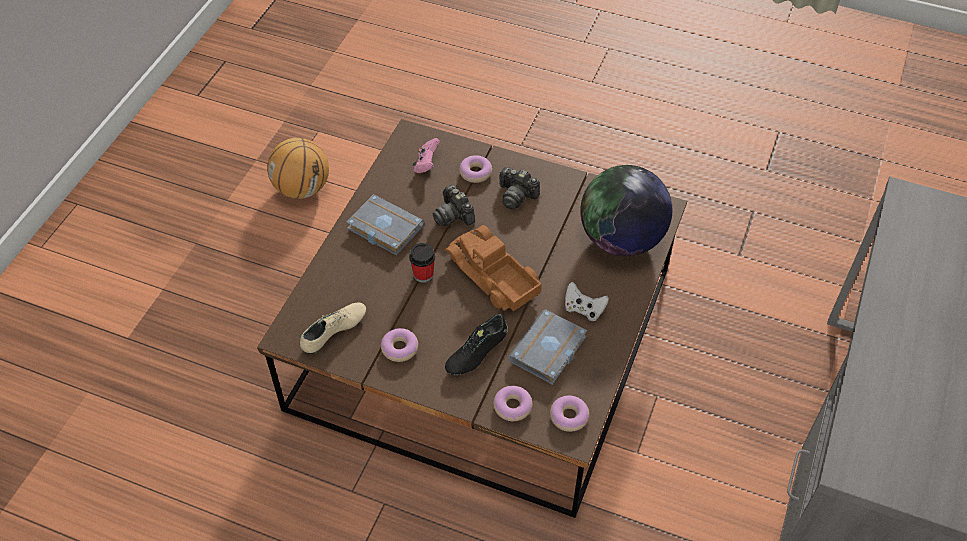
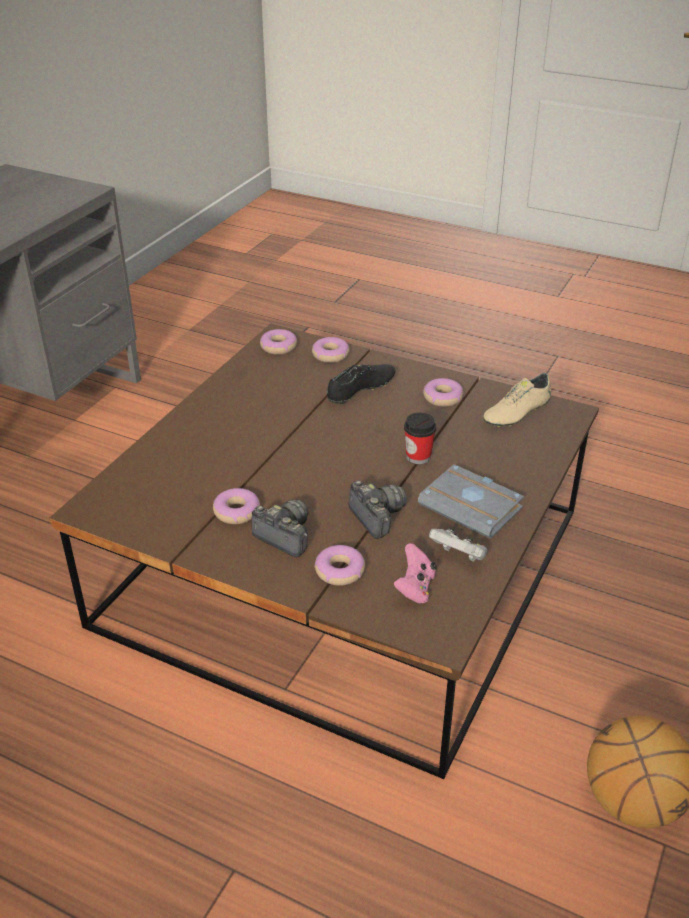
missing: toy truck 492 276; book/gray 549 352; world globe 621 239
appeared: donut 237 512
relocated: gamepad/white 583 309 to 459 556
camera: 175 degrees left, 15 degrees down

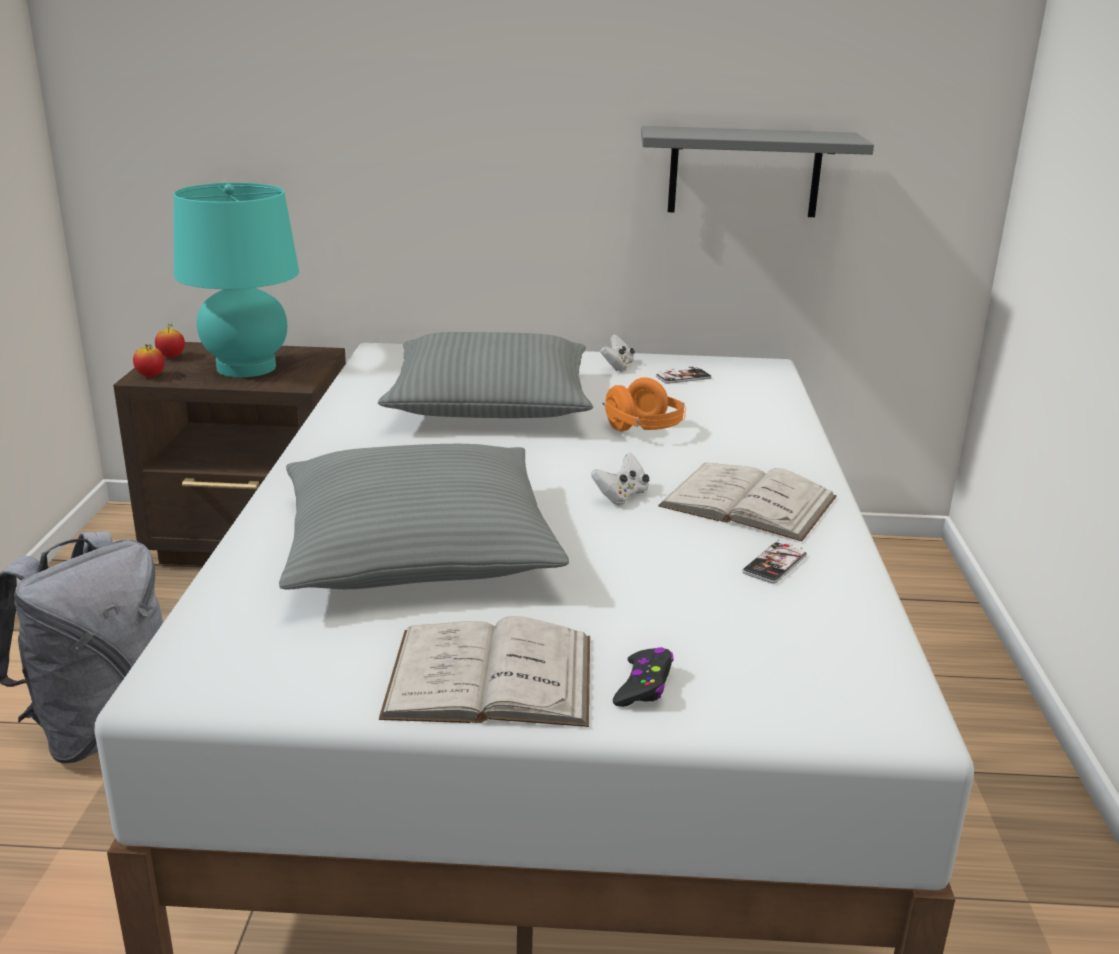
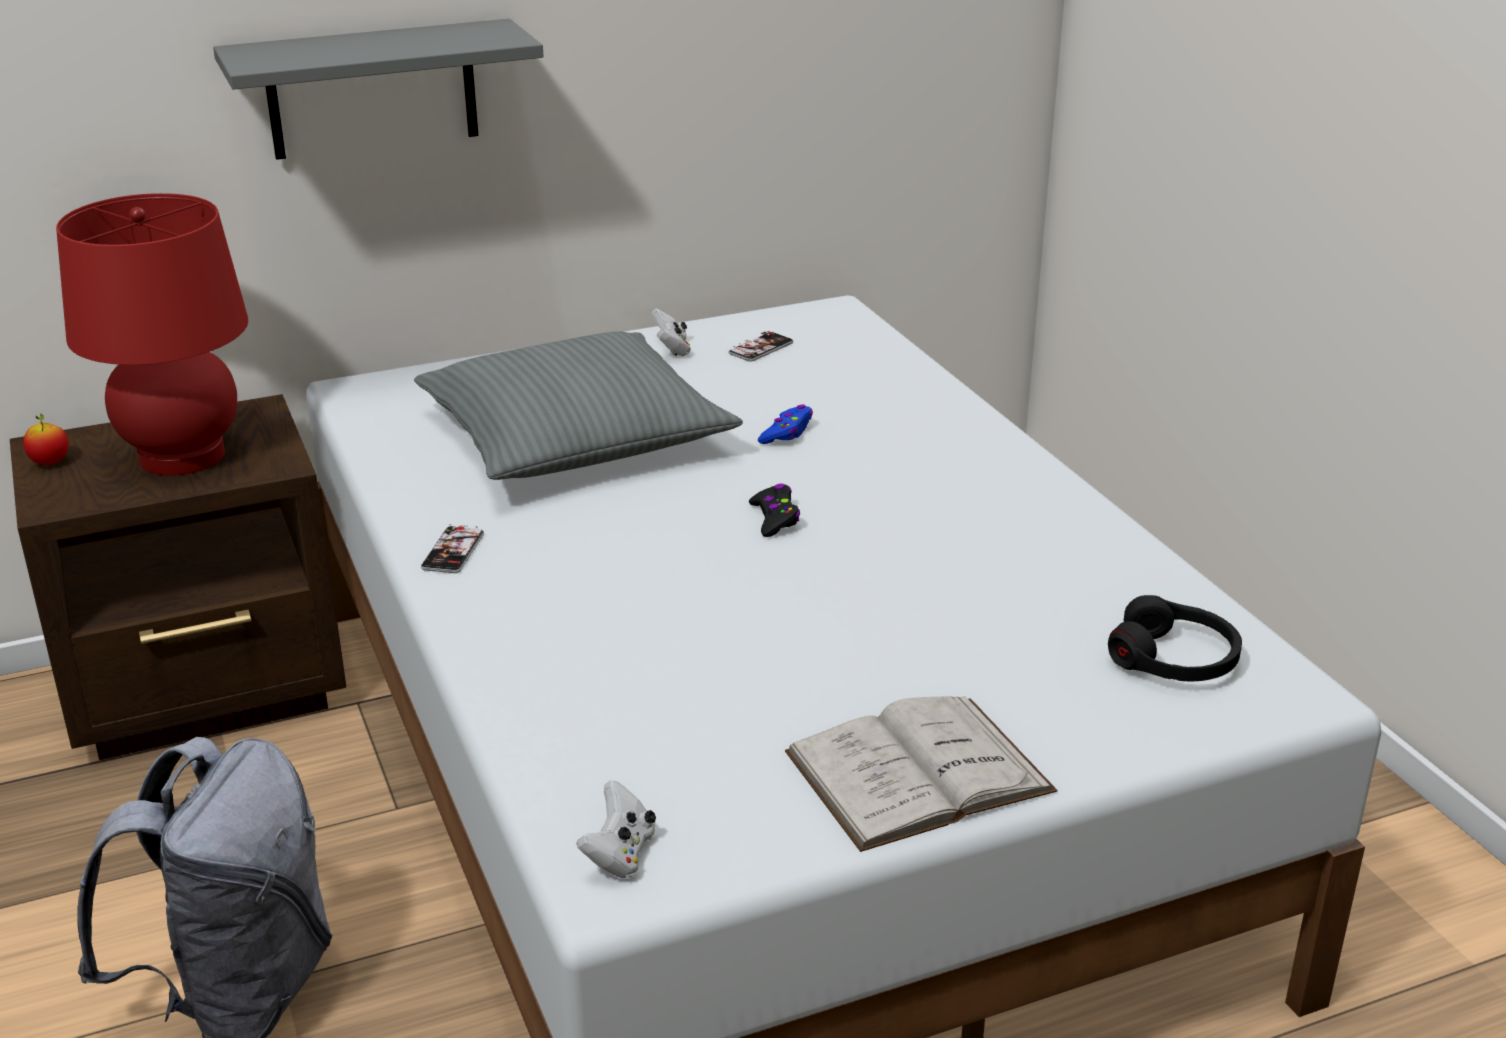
missing: whole apple 151 376; pillow/gray 418 547; book/white 748 502
appeared: headphones/blackish 1174 659
relocated: gamepad/white 621 496 to 620 854; gamepad/blackish 644 686 to 775 518; shelf/gray 744 172 to 372 90; telephone 774 564 to 453 551
exchanged: headphones/orangey 644 430 to gamepad/bluish 787 433
colour: tabletop lamp/blue-green 246 367 to tabletop lamp/red 182 456
camera: 25 degrees left, 5 degrees up

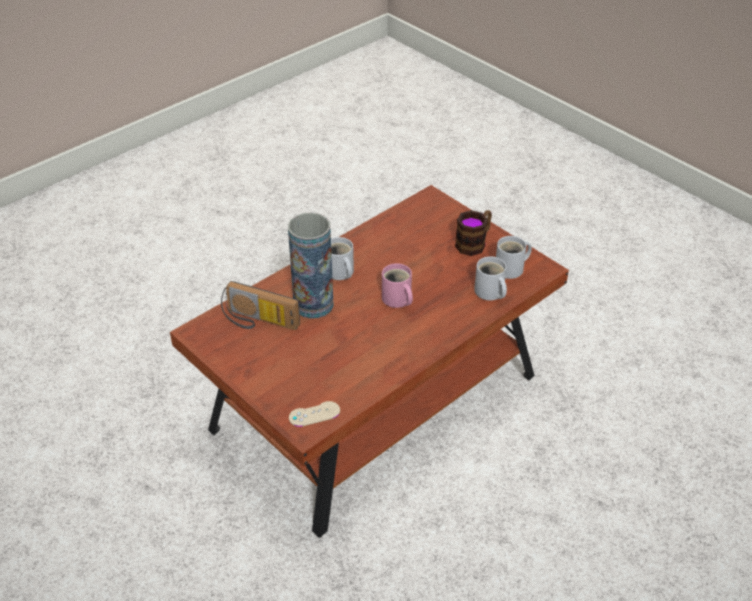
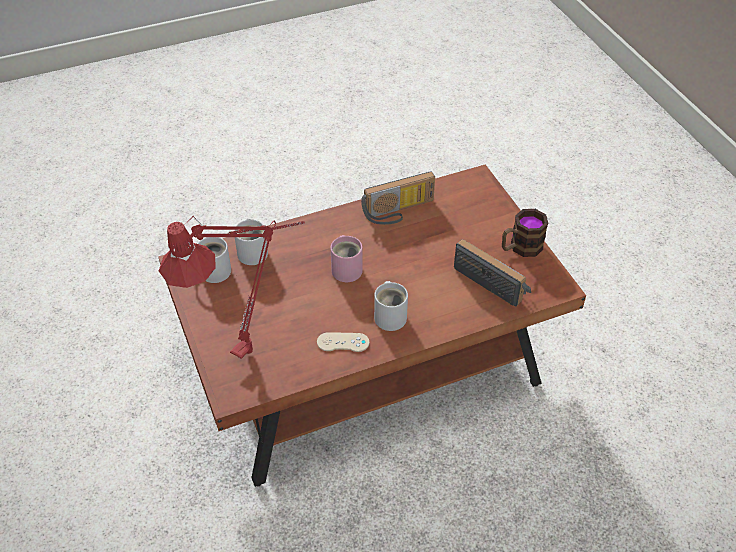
missing: vase 313 304
appeared: tabletop lamp/red 256 345; radio receiver 399 212
relocated: gamepad/sand-coloured 314 414 to 343 342; tea mug 474 243 to 520 248
camera: 160 degrees left, 5 degrees up

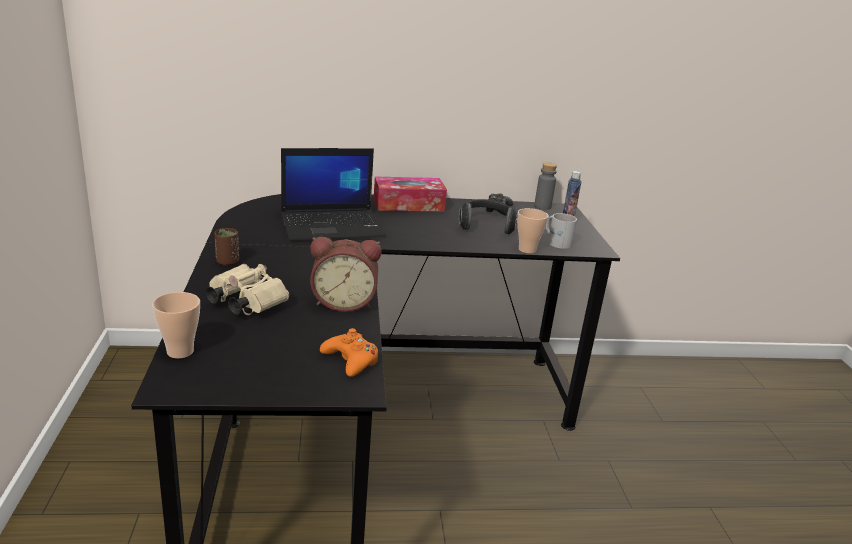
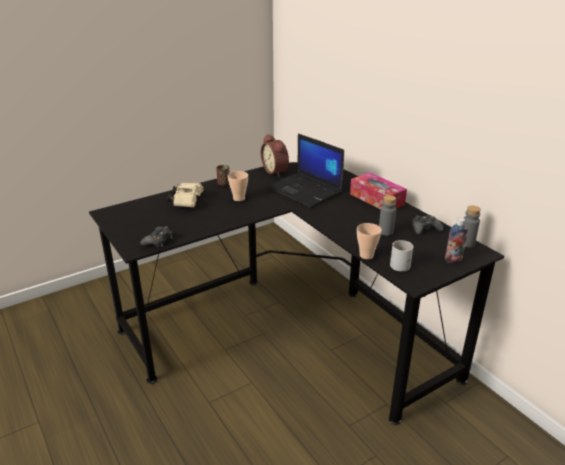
relocated: cup 180 351 to 239 198; bedside clock 344 302 to 276 171
exchanged: headphones 486 225 to drink bottle/gray 385 232
colour: gamepad/orangey 351 360 to gamepad/blackish 158 241
camera: 65 degrees right, 5 degrees up

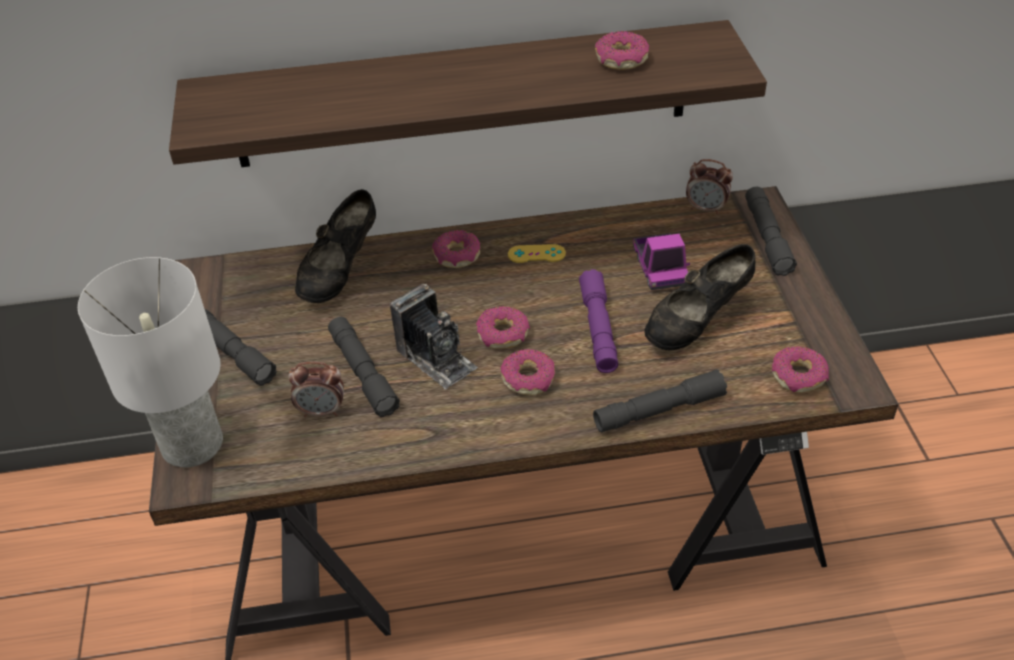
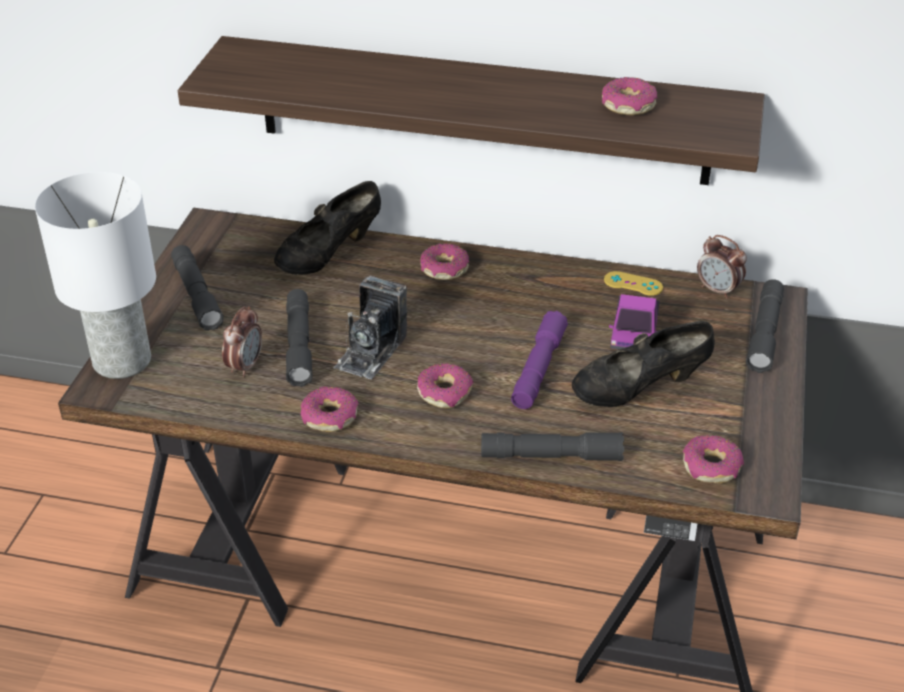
relocated: donut 503 334 to 330 417; gamepad/yellowish 536 254 to 633 284
spun: bedside clock 322 411 = 245 366 90 degrees counterclockwise; still camera 436 358 = 371 351 45 degrees clockwise
camera: 20 degrees right, 5 degrees down

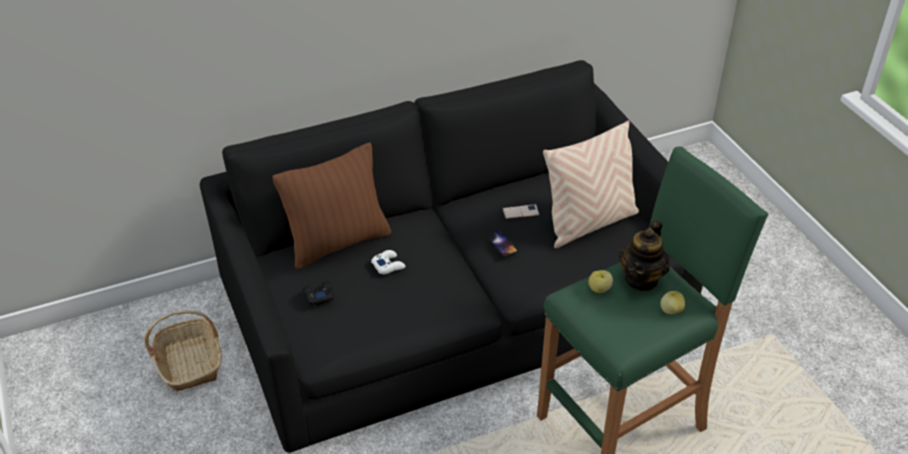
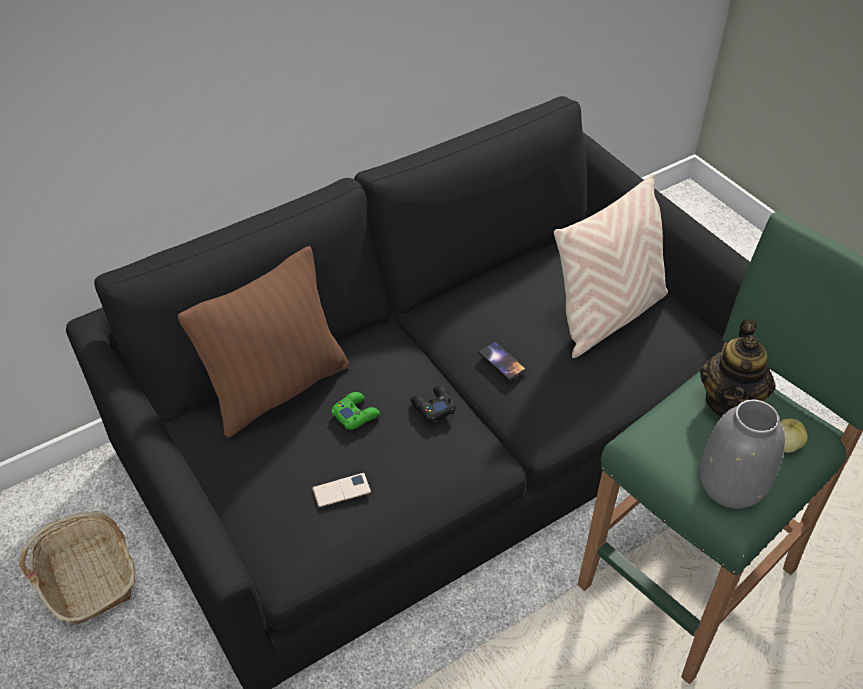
missing: whole apple 599 289
appeared: vase/gray 729 485
relocated: gamepad/blackish 318 296 to 433 407; telephone 521 212 to 341 490
colour: gamepad/white 388 265 to gamepad/greenish 355 414
camera: 10 degrees left, 5 degrees up

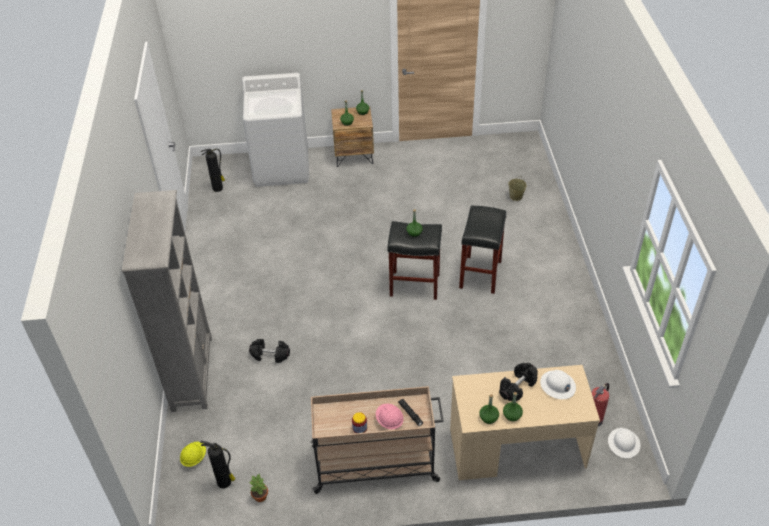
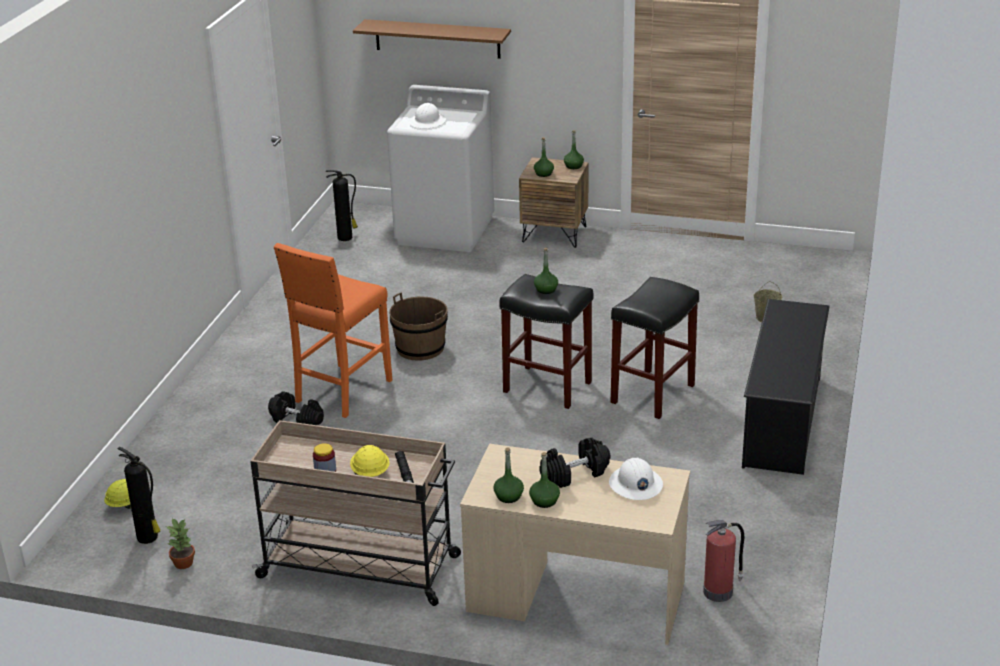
missing: bookcase/gray 192 372
appeared: sitting stool/orangey 342 392; shelf/brown 437 38; water bucket/brown 420 348; shoe rack/blackish 782 421
relocated: hard hat/white 624 443 to 427 122
colour: hard hat/pink-coloured 389 421 to hard hat/yellowish 370 473
camera: 20 degrees right, 15 degrees down

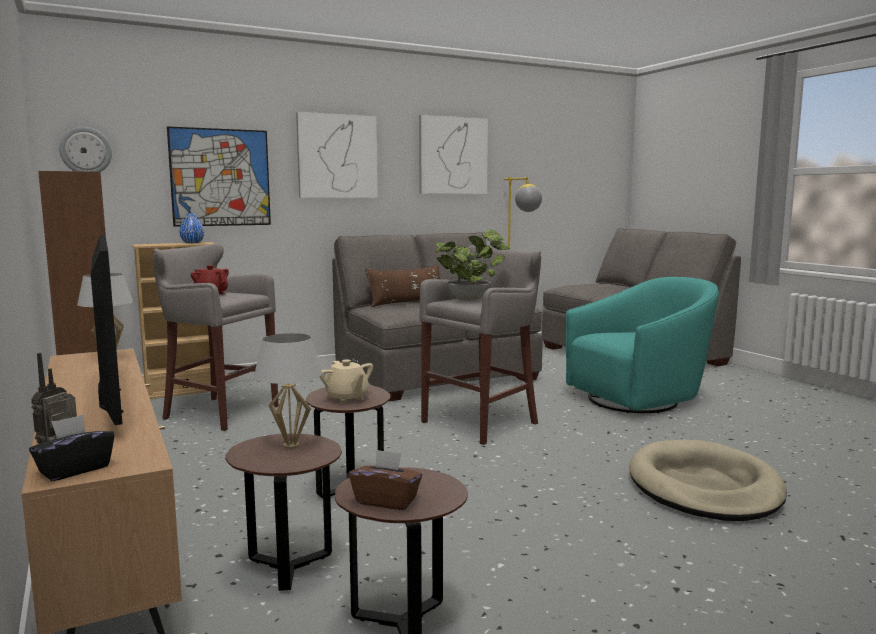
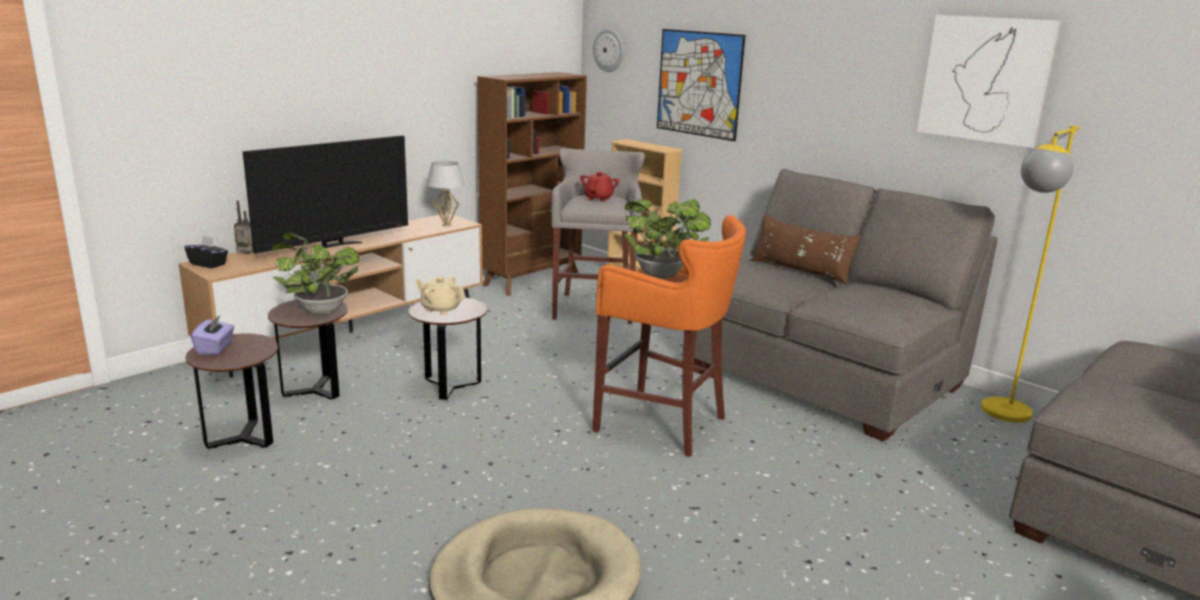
missing: vase/bluish 192 243; wall picture 337 156; armchair/blue-green 640 399
exchanged: tabletop lamp/white 290 446 to plant in a pot 319 310
colour: tissue holder/brown 386 501 to tissue holder/purple 215 348; sitting stool/gray 483 422 to sitting stool/orangey 664 424
spun: teapot/sand-coloured 347 398 = 440 309 75 degrees clockwise
camera: 70 degrees right, 10 degrees up

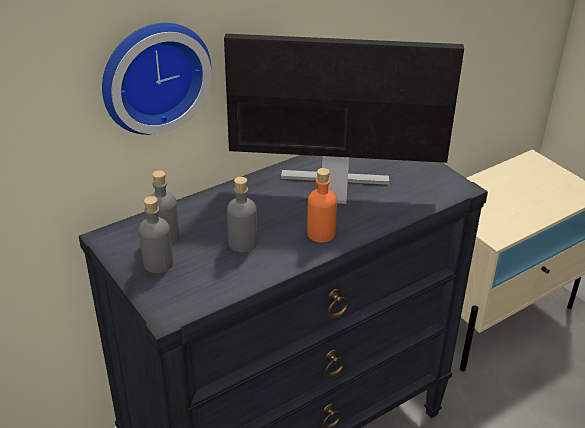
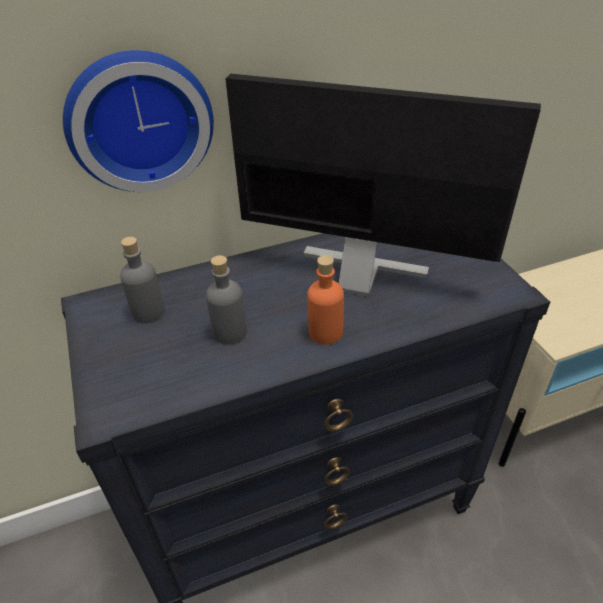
missing: drink bottle/gray 158 263
camera: 15 degrees right, 5 degrees up

